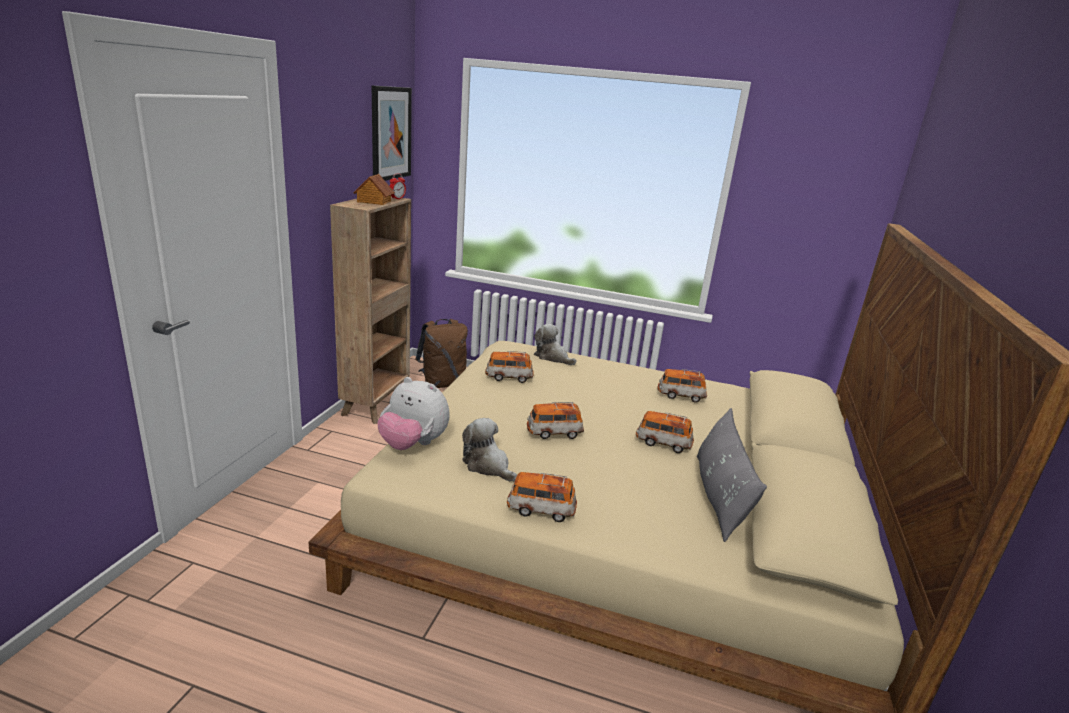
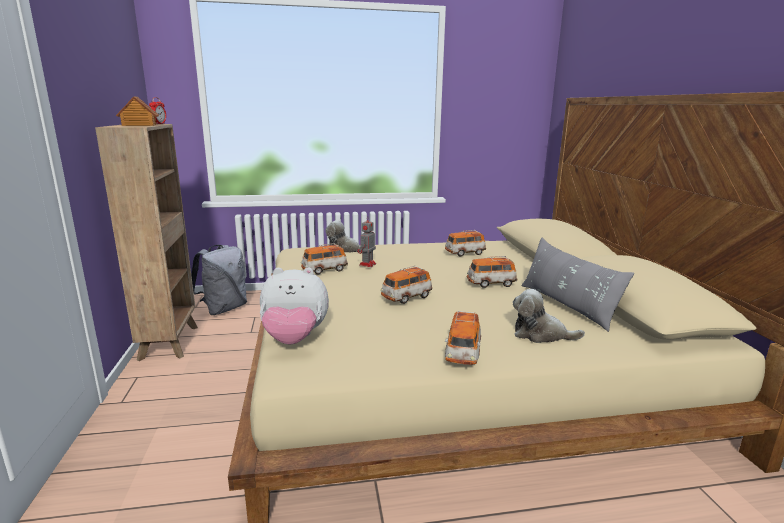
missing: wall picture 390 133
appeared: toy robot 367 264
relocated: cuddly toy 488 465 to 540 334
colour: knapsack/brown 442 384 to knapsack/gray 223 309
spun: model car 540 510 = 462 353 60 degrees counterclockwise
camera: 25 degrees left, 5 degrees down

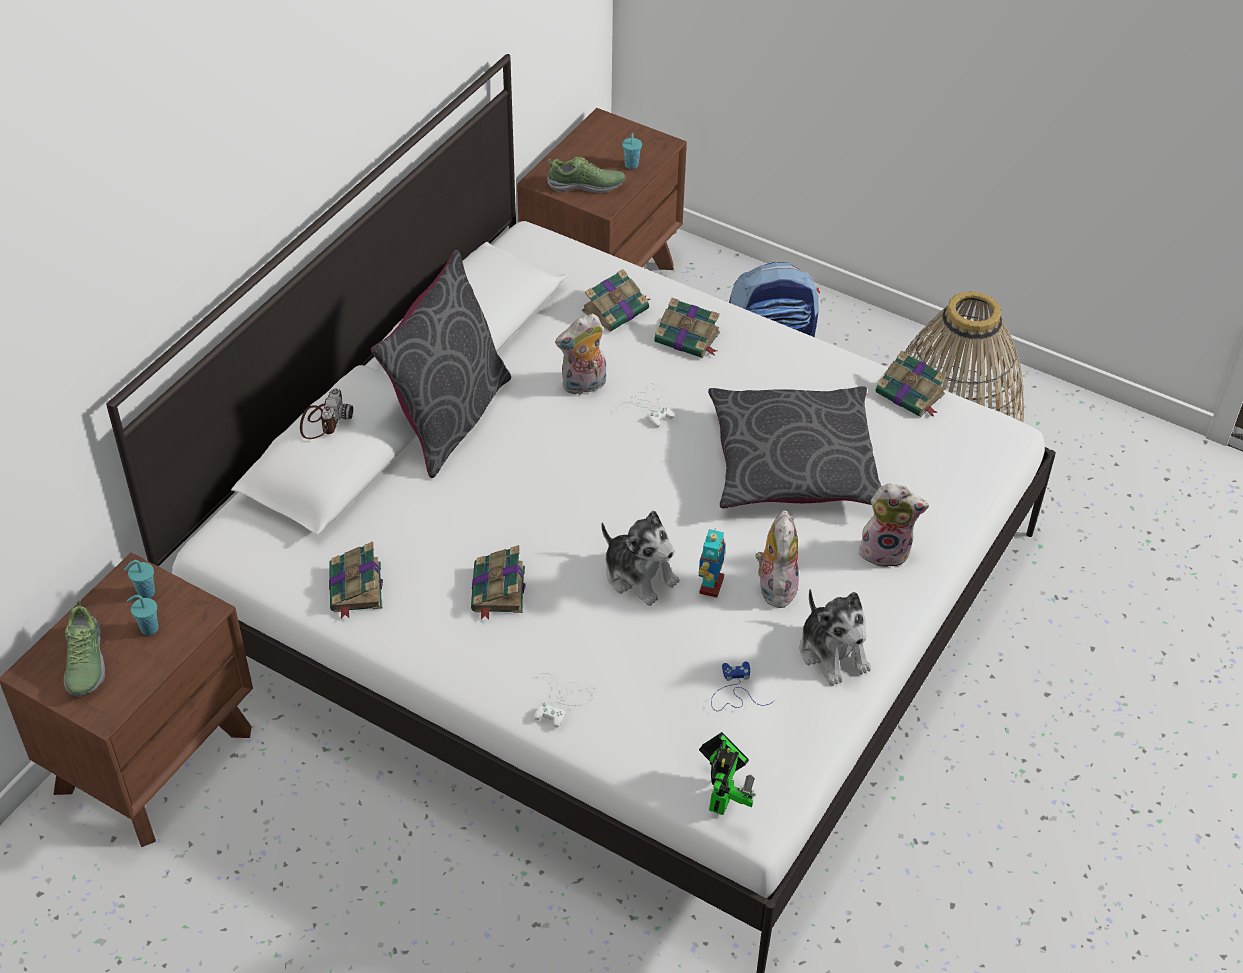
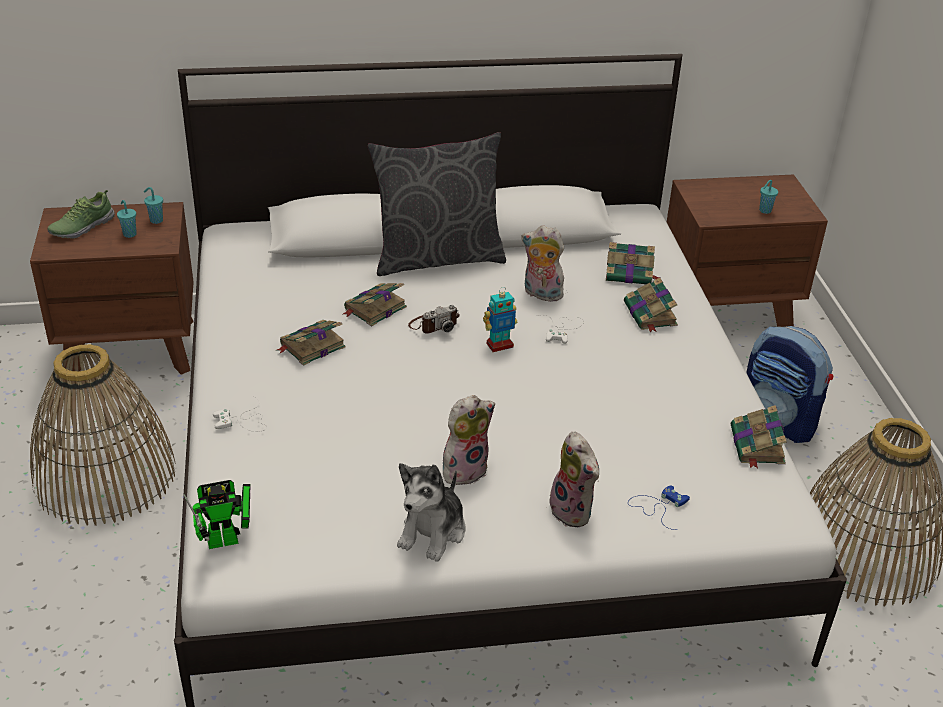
missing: shoe 586 185; cuddly toy 639 575; pillow/gray 792 463
appeared: household basket 105 475
relocated: still camera 323 420 to 434 324; book 356 589 to 374 309; toy robot 710 585 to 499 345; gamepad/bluish 735 691 to 658 506
camera: 50 degrees right, 10 degrees down

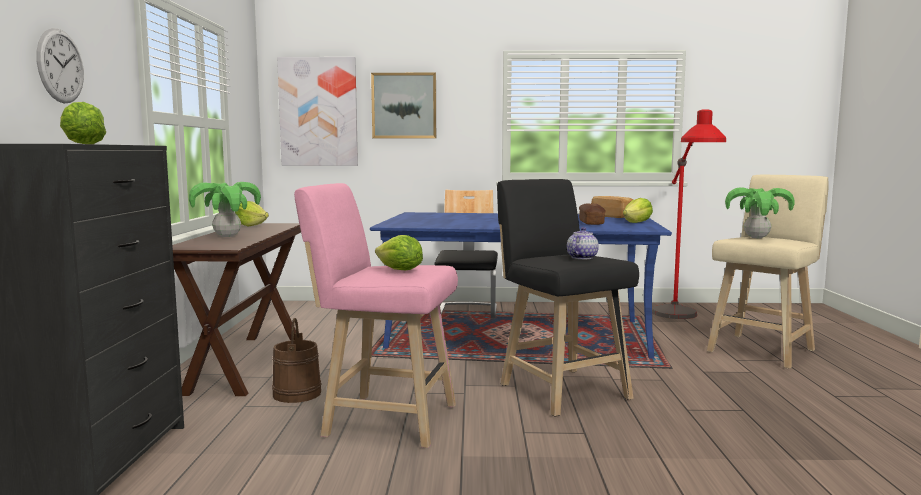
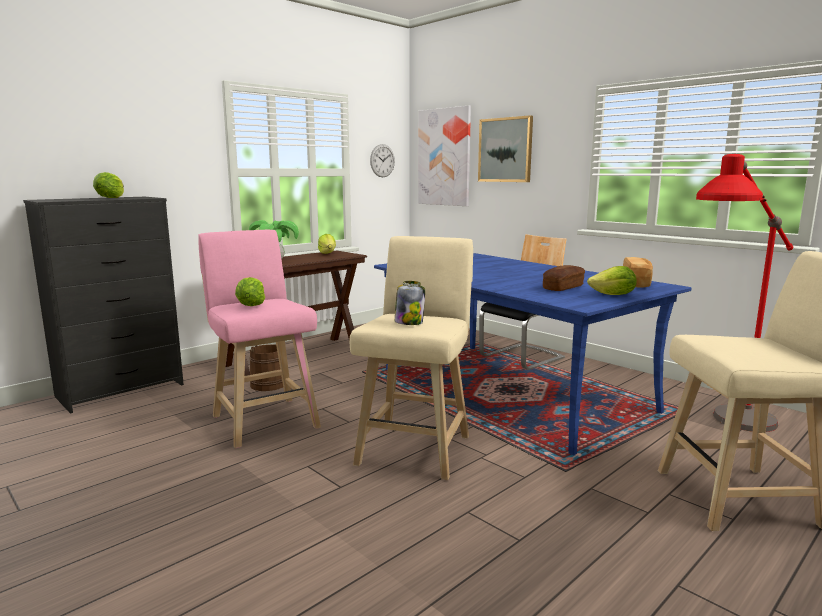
missing: plant in a pot 756 237
relocated: hanging clock 60 66 to 382 160
exchanged: teapot 581 257 to preserve jar 409 322
colour: sitting stool/blackish 560 389 to sitting stool/sand-coloured 416 447
camera: 45 degrees right, 5 degrees up

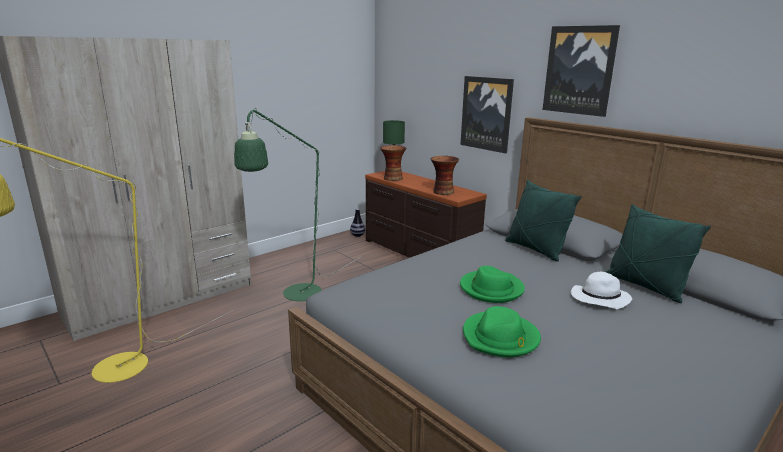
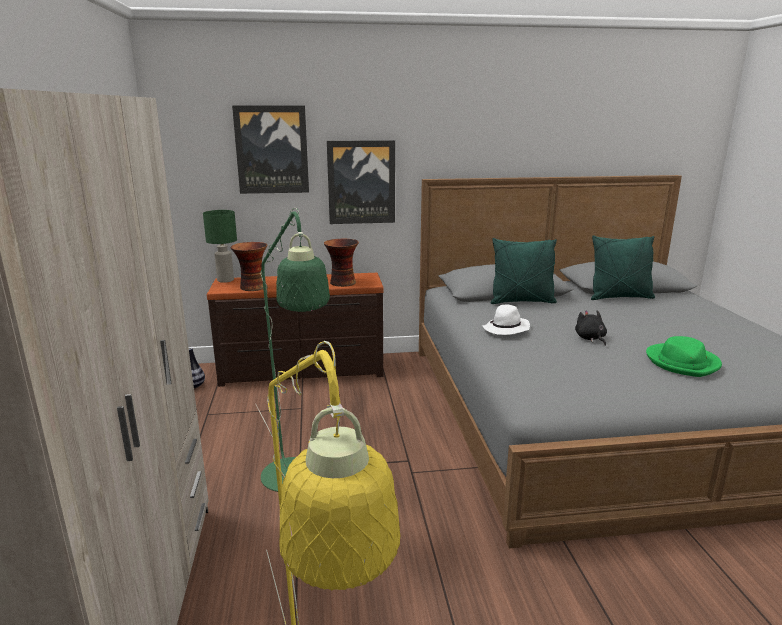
relocated: wall picture 579 70 to 272 150; hat/white 599 299 to 506 329
exchanged: hat/greenish 491 289 to cuddly toy/blackish 590 339
camera: 55 degrees left, 0 degrees up

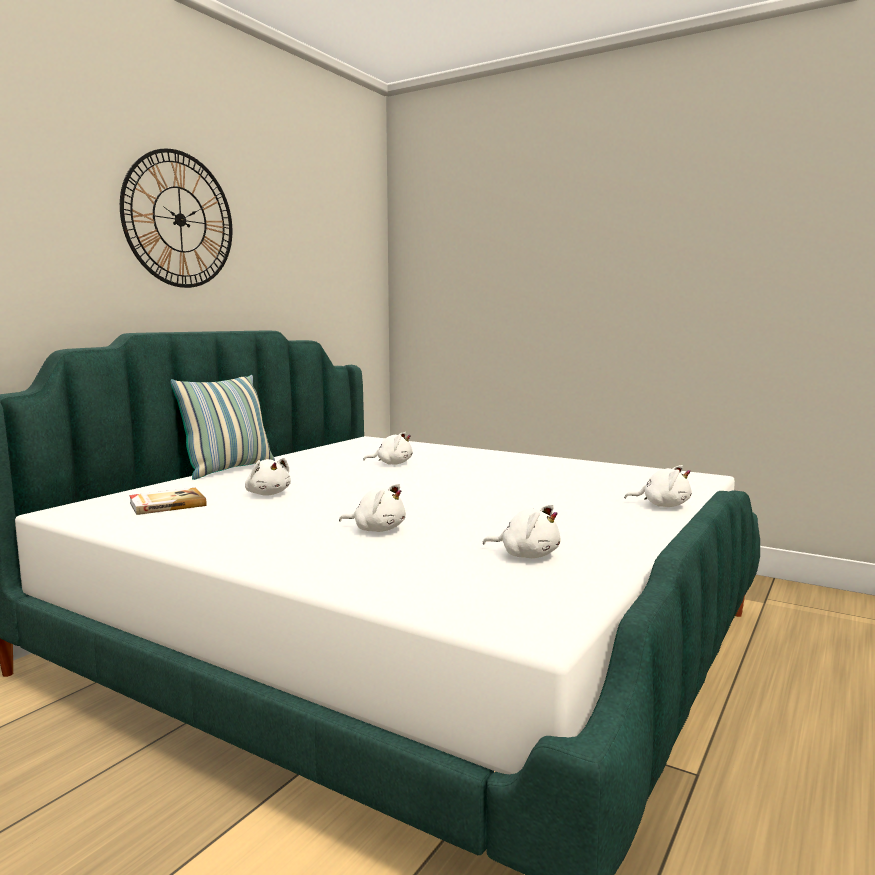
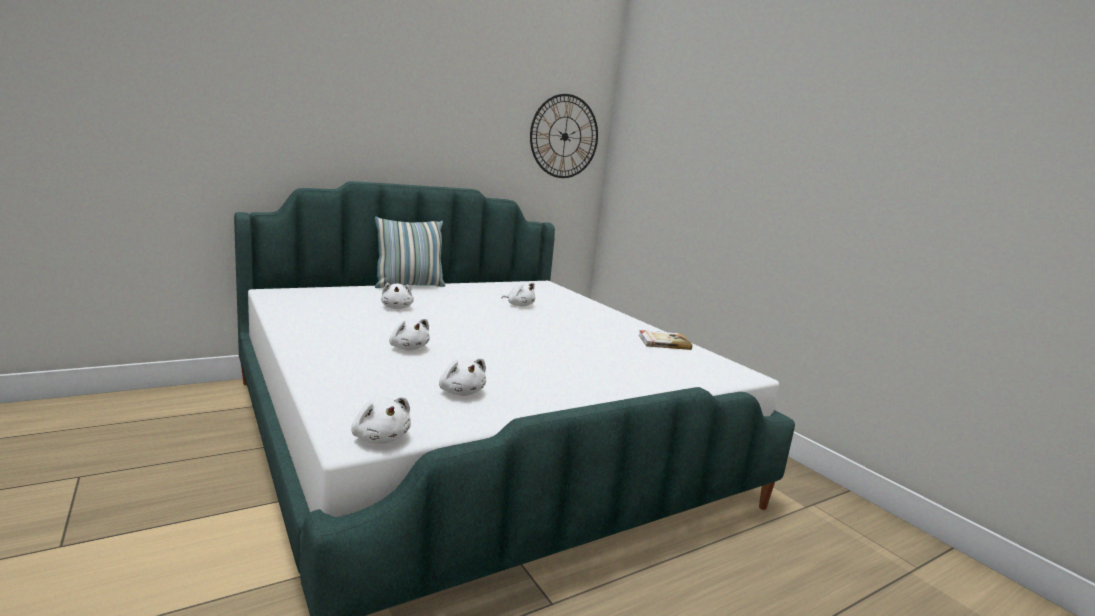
relocated: hanging clock 180 219 to 564 136; book 167 504 to 663 342; cuddly toy/white 662 505 to 380 437
camera: 25 degrees right, 5 degrees up

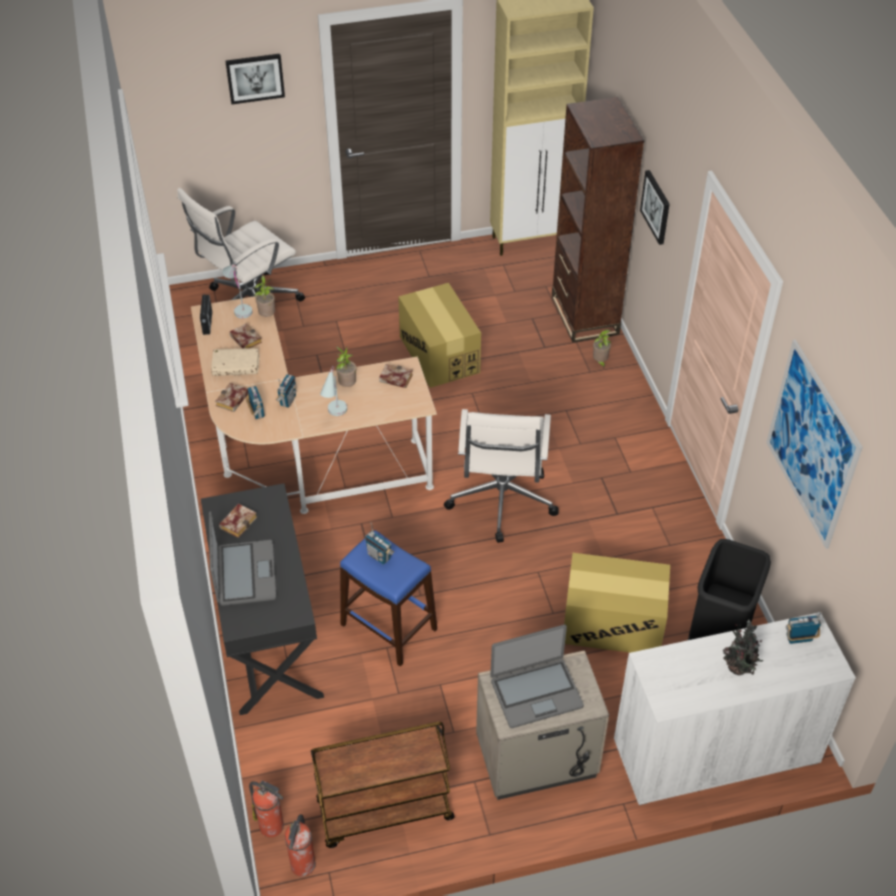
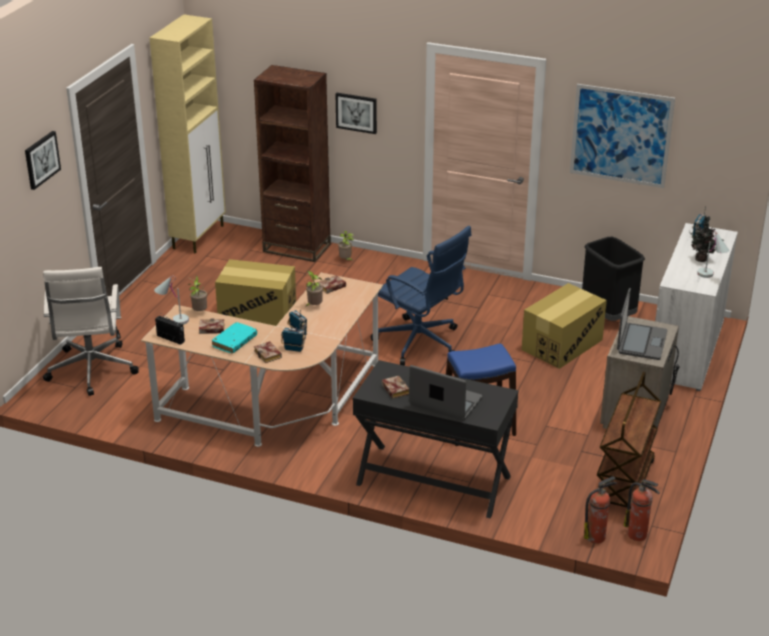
missing: radio receiver 379 556
relocated: tabletop lamp/white 334 415 to 711 276
colour: book/sand-coloured 236 366 to book/blue-green 234 342; office chair/white 501 501 to office chair/bluish 420 343
camera: 55 degrees left, 15 degrees down

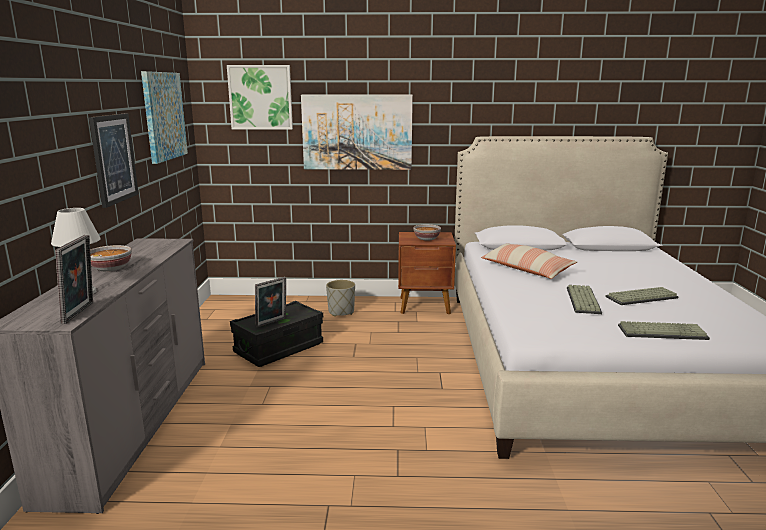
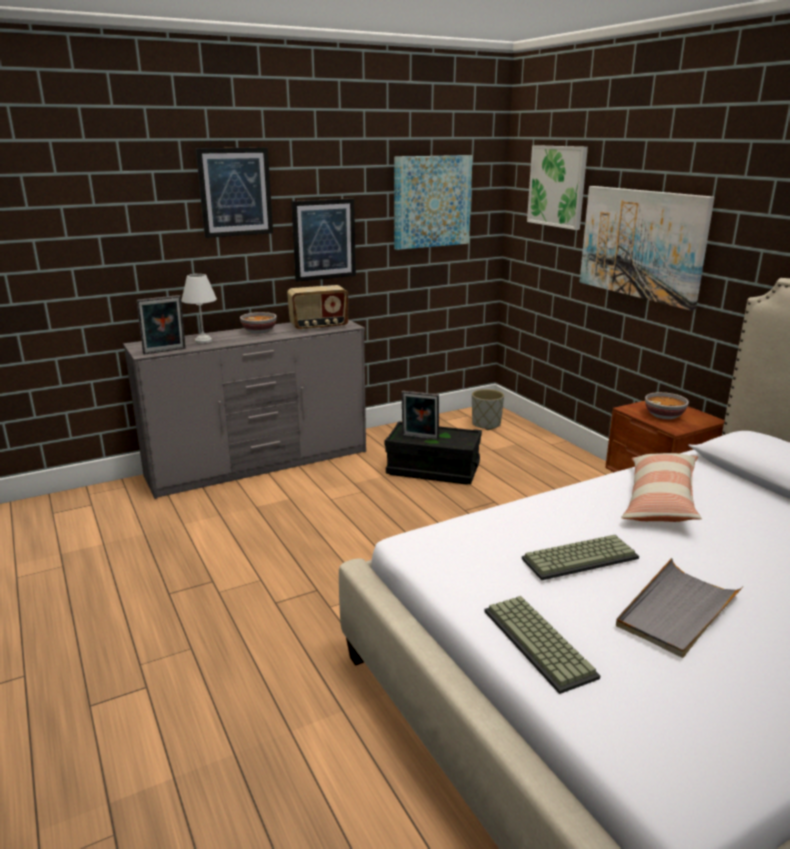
appeared: wall picture 235 192; radio receiver 319 327
relocated: planter/gray 341 312 to 486 425
exchanged: keyboard 641 298 to serving tray/gray 677 611
camera: 60 degrees right, 5 degrees up

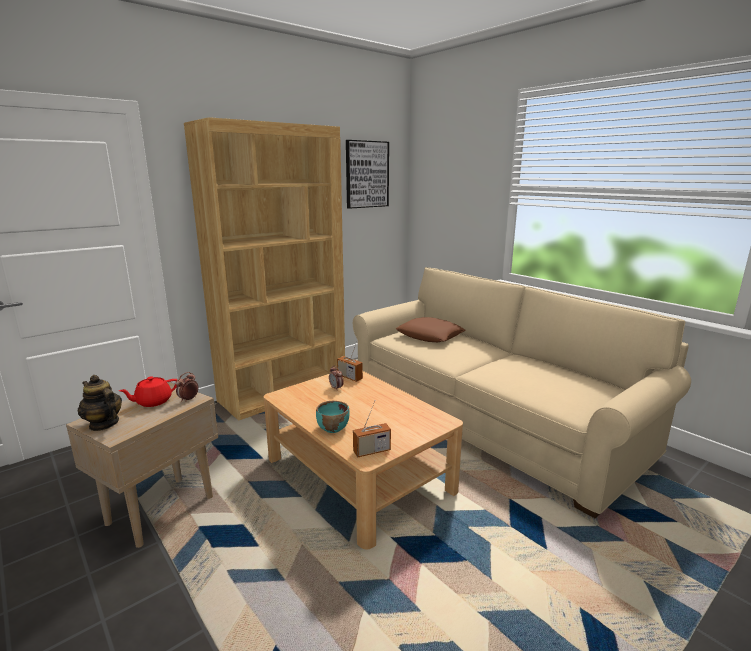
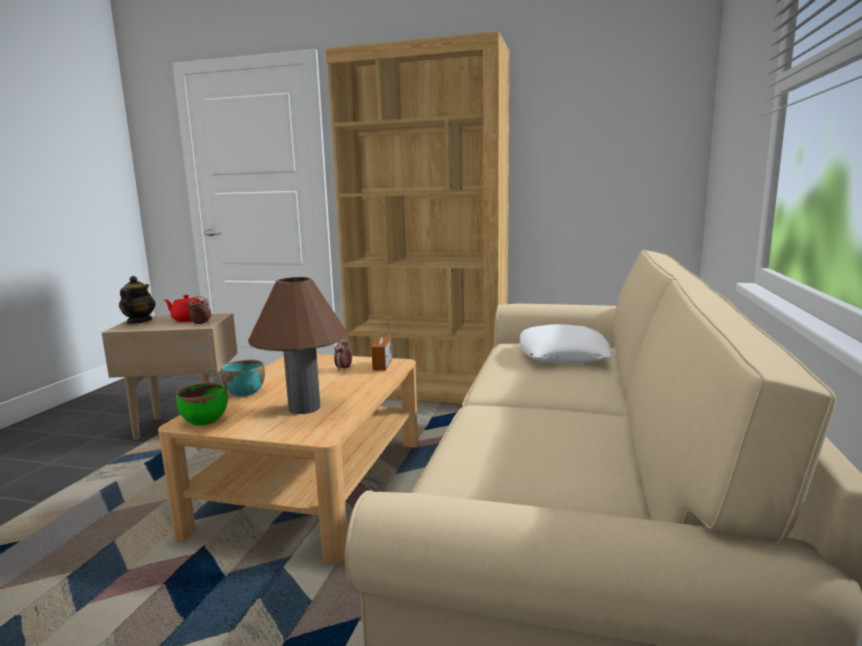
missing: wall picture 366 174
appeared: tabletop lamp/brown 304 408
exchanged: radio receiver 372 451 to deep dish/greenish 205 420
colour: pillow/brown 430 336 to pillow/white 563 354
camera: 55 degrees right, 5 degrees down

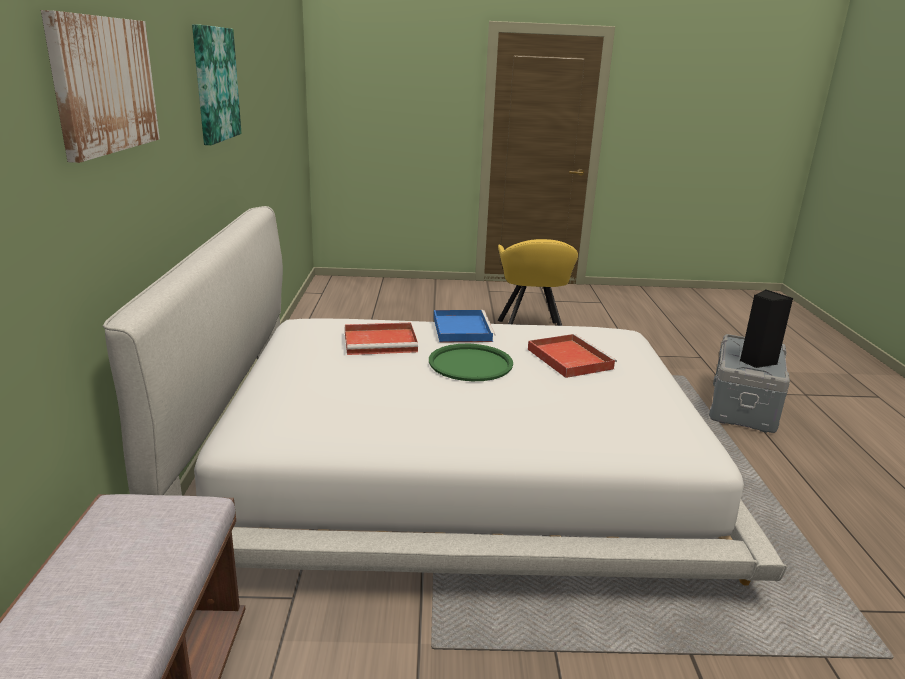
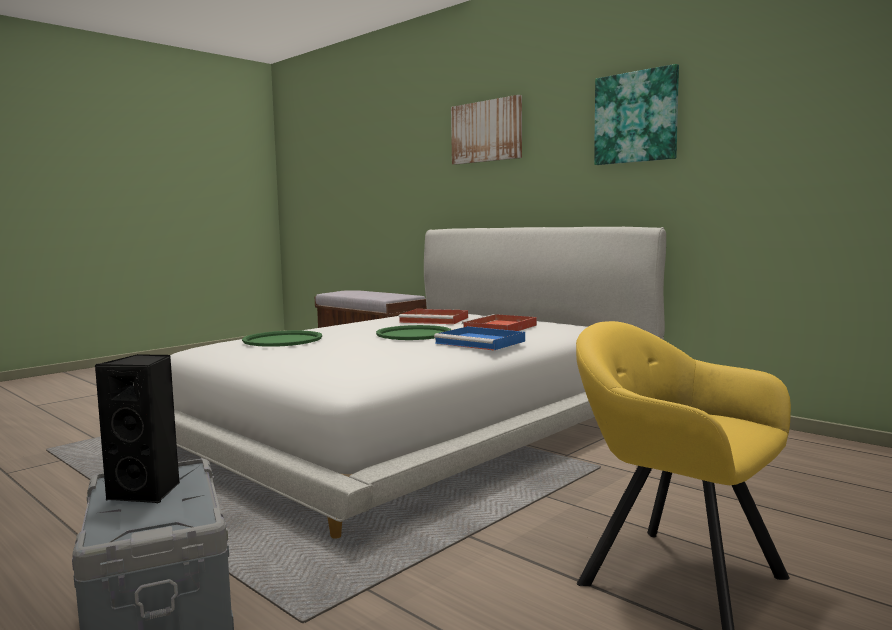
appeared: serving tray/greenish 283 340
relocated: serving tray/red 568 358 to 435 320
camera: 135 degrees right, 15 degrees down

